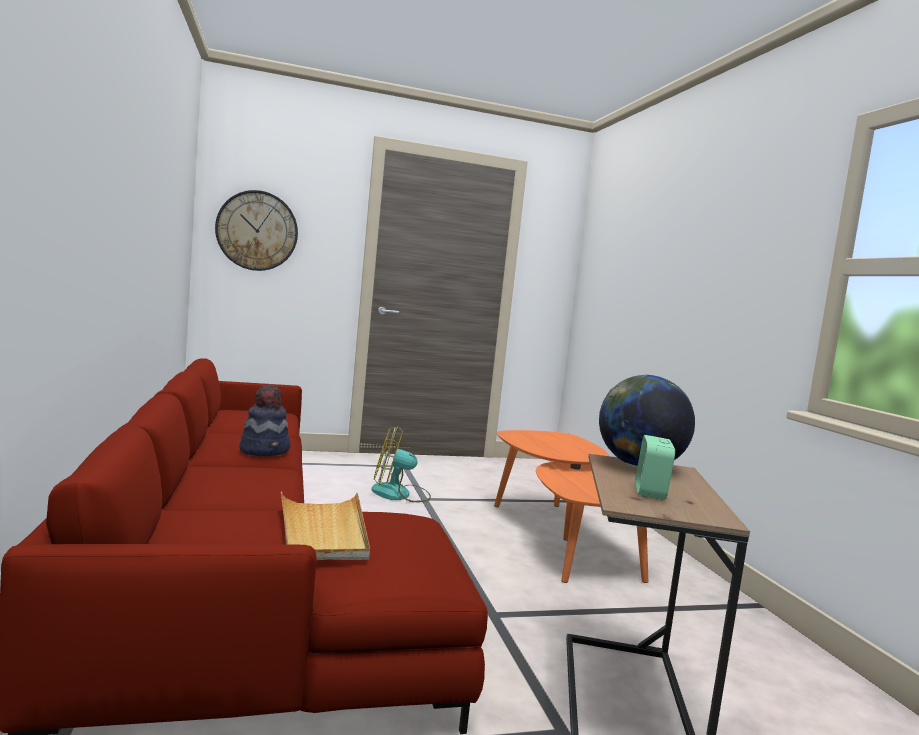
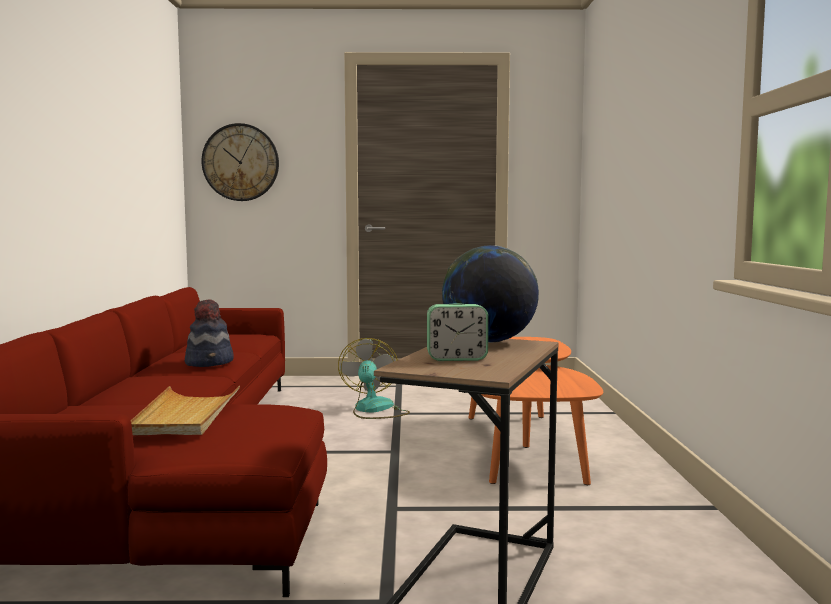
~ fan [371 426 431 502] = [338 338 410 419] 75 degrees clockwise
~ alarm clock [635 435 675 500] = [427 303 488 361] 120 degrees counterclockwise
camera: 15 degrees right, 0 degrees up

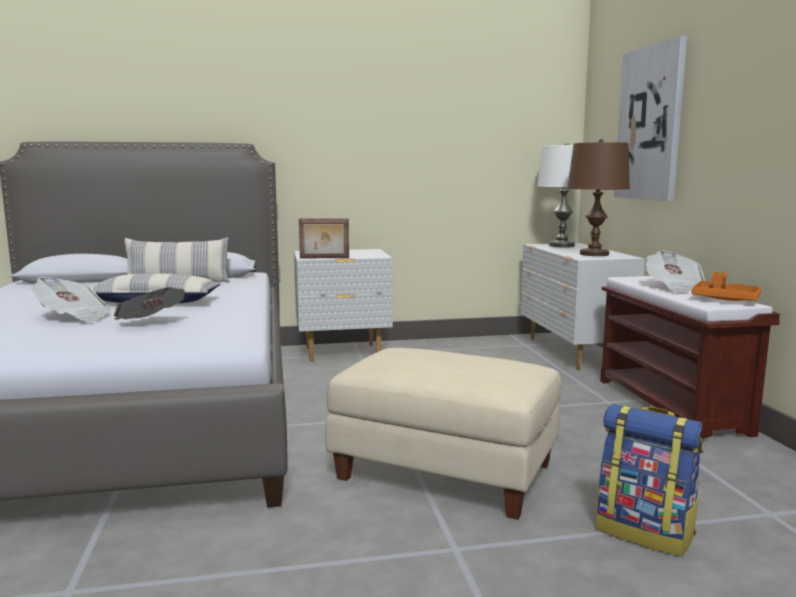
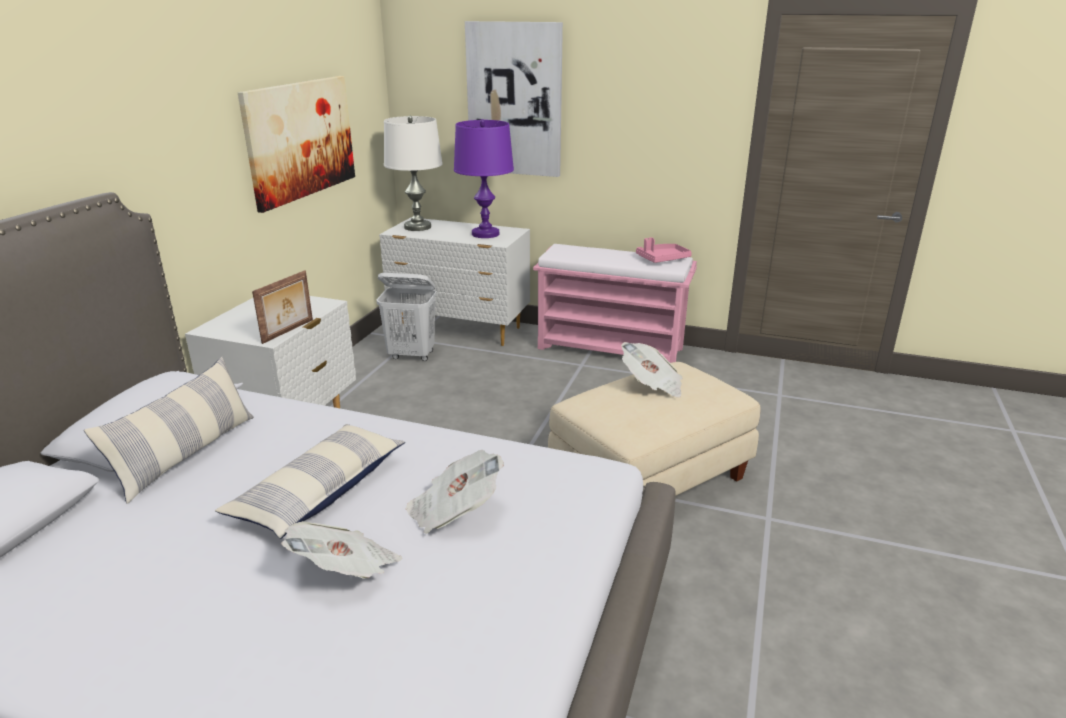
+ picture [238 76 355 213]
+ white laundry basket [376 273 436 361]
~ brown table lamp [567 139 630 256] to purple table lamp [454 119 514 238]
~ brown bench [600 276 780 439] to pink bench [533 244 697 363]
~ newspaper [646 251 705 294] to [621 342 683 398]
~ orange tray [692 272 761 301] to pink tray [636 237 692 263]
- backpack [596 404 703 557]
camera: 60 degrees left, 15 degrees up

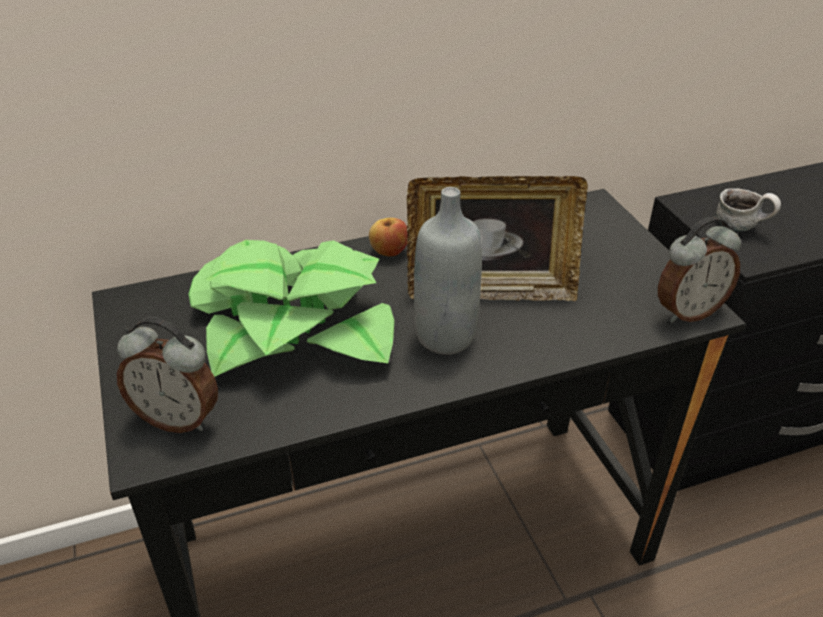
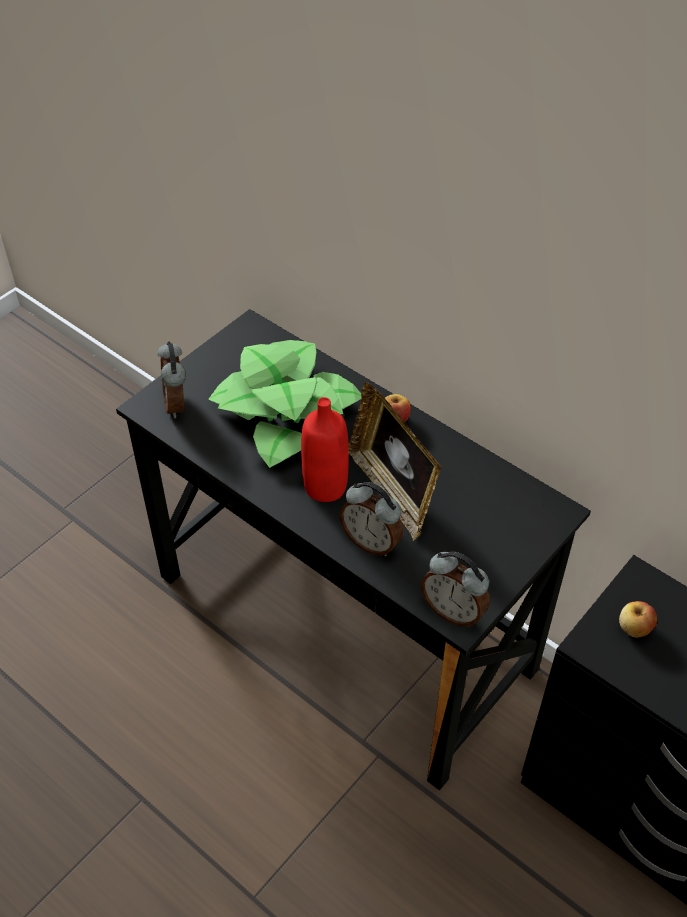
~ grey bottle [414 187 482 355] to red bottle [301 397 349 502]
+ alarm clock [339 482 403 556]
~ mug [716 188 781 231] to apple [619 601 657 638]
camera: 60 degrees right, 10 degrees up

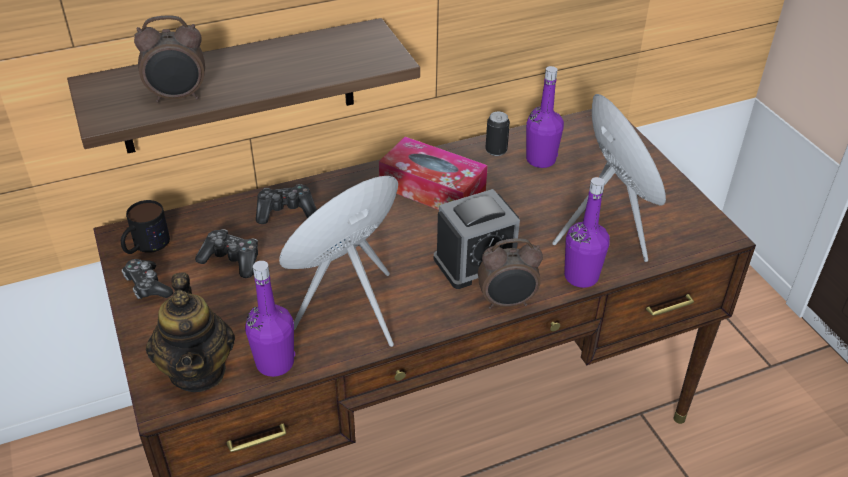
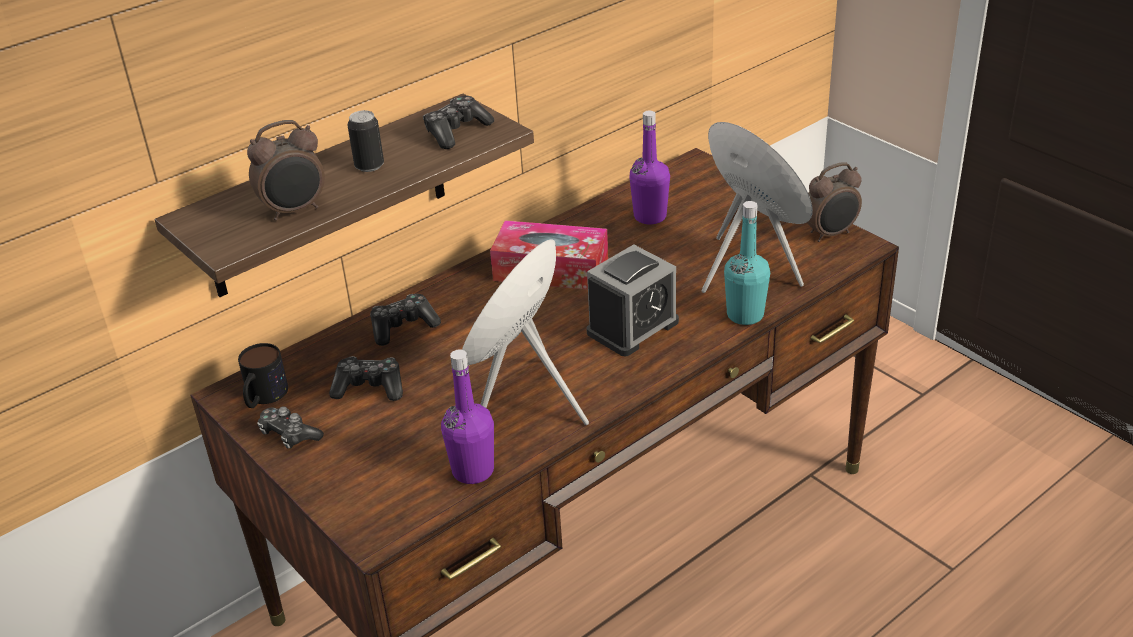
~ can [485 112 510 156] to [348 110 384 172]
+ game controller [423 96 494 149]
~ purple bottle [564 177 610 288] to turquoise bottle [724 201 770 325]
~ alarm clock [478 238 543 309] to [807 162 862 242]
- teapot [146 272 235 392]
camera: 15 degrees left, 5 degrees down

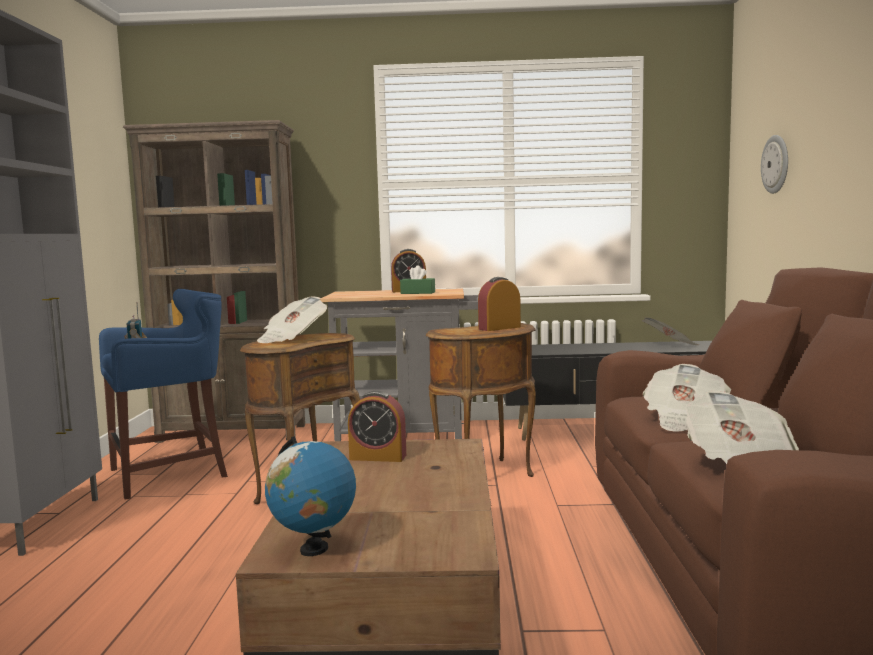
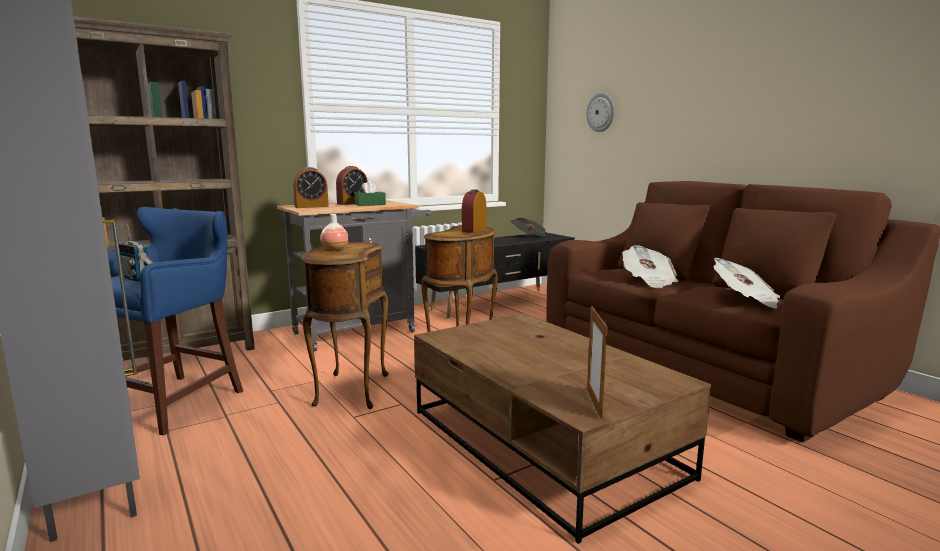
~ alarm clock [348 391 406 462] to [293 167 329 208]
~ newspaper [257 296 327 343] to vase [320 214 349 251]
~ globe [265 436 356 556] to picture frame [587 306 607 420]
camera: 35 degrees left, 5 degrees up

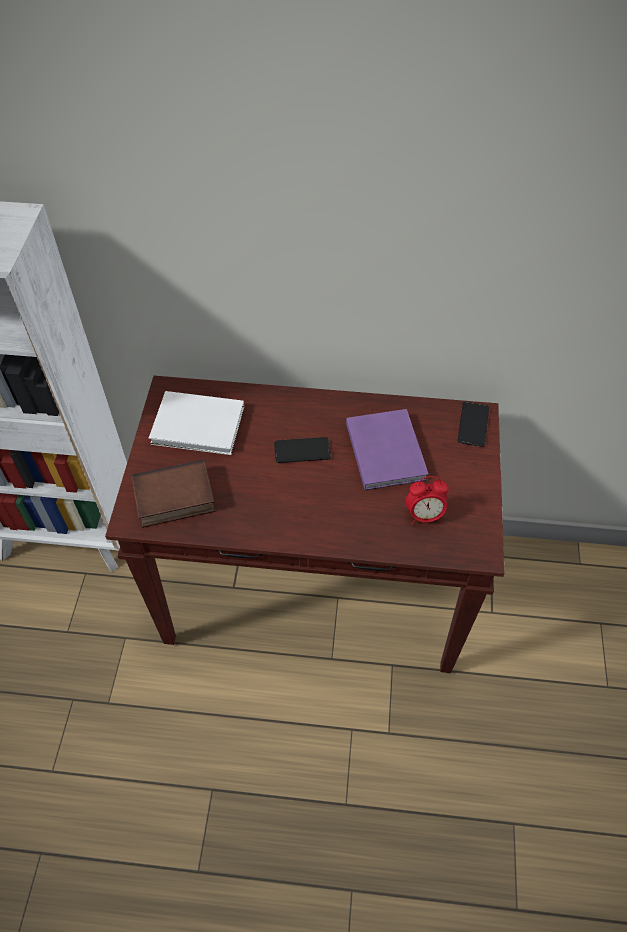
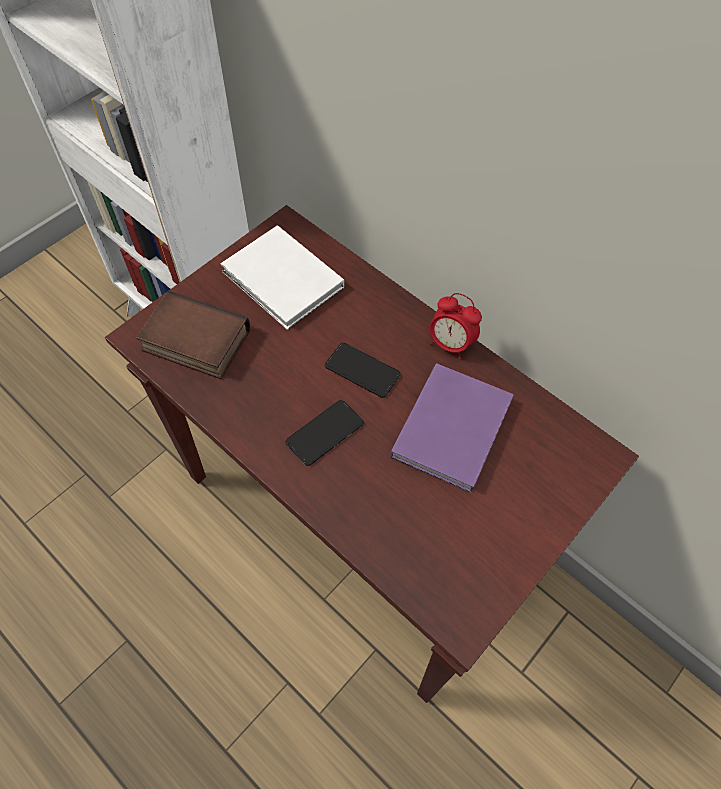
~ phone [458 402 489 447] to [286 400 363 466]
~ alarm clock [406 476 449 525] to [430 293 482 359]
camera: 35 degrees right, 5 degrees up

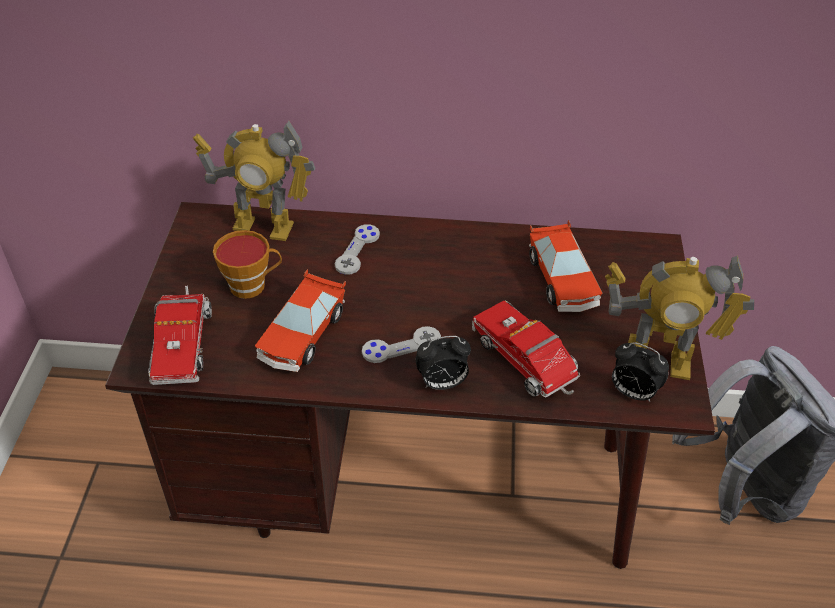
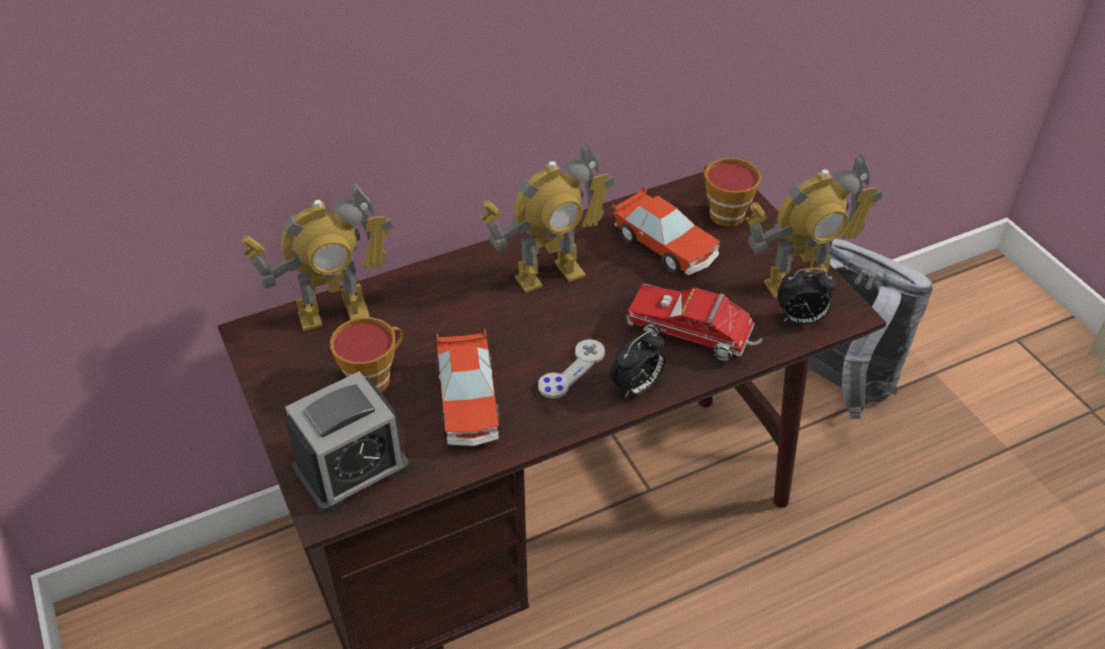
~ toy truck [148 286 212 385] to alarm clock [284 371 409 513]
+ toy robot [480 142 615 293]
+ cup [703 158 761 227]
- grey game controller [335 224 380 275]
camera: 30 degrees left, 0 degrees up

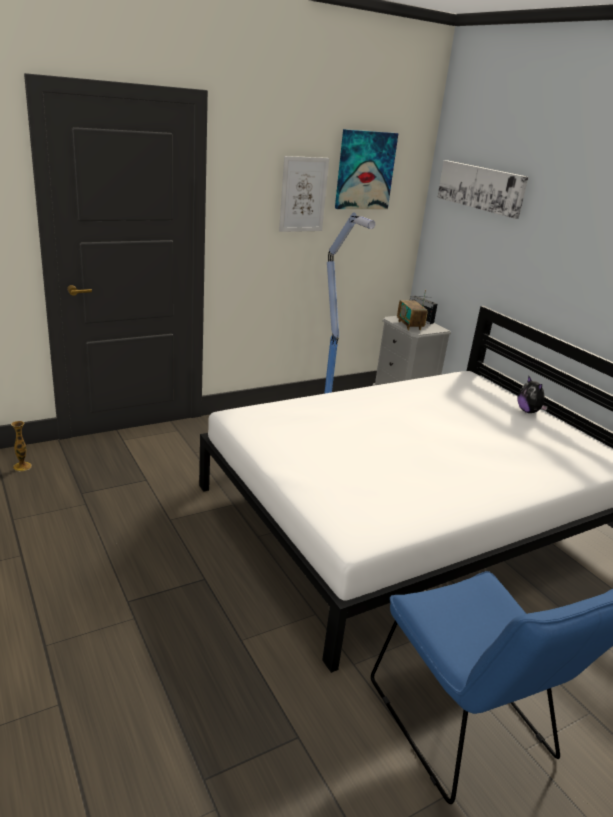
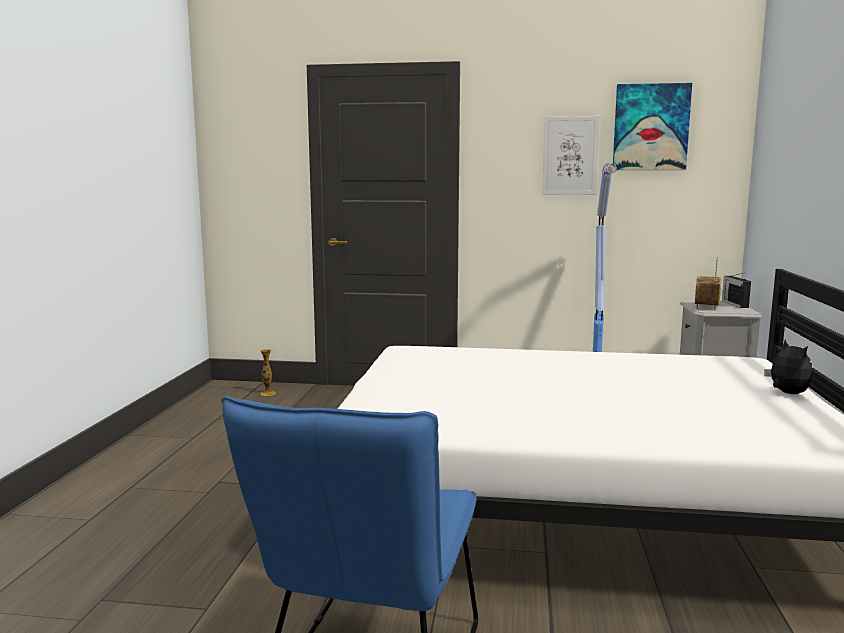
~ plush toy [517 375 548 413] = [764 340 813 394] 150 degrees clockwise
- picture [437 160 528 219]
camera: 40 degrees right, 15 degrees down

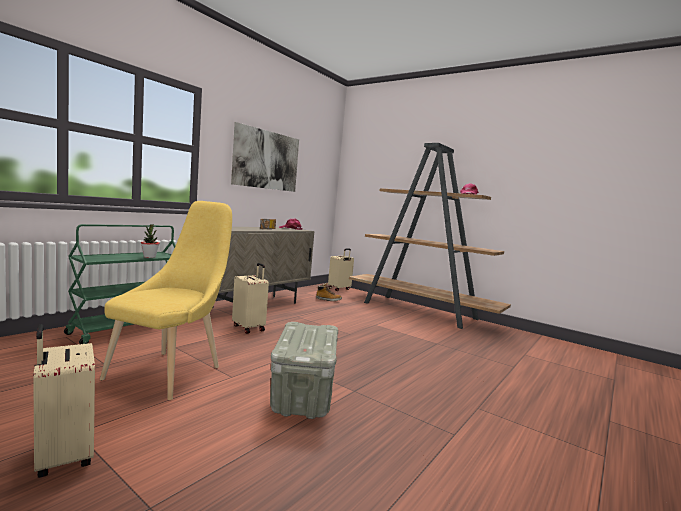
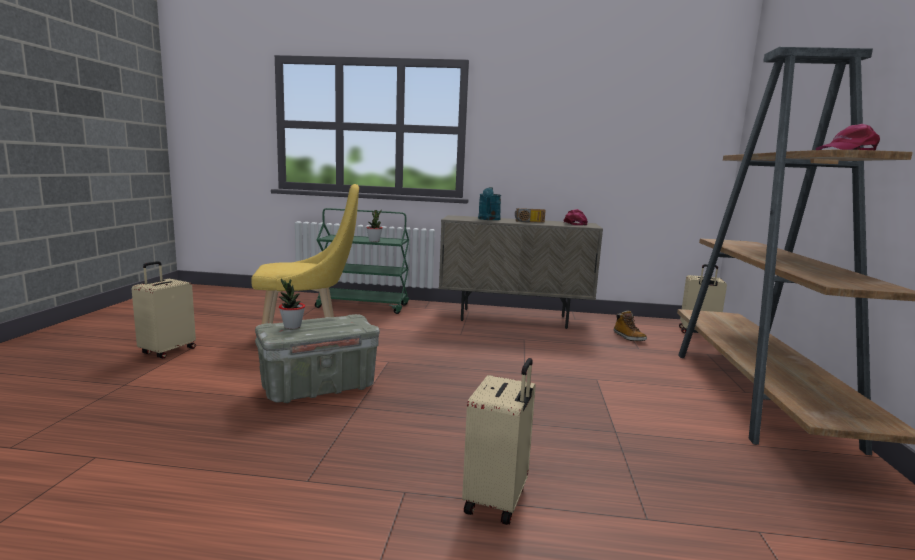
+ potted plant [279 278 305 329]
~ beige suitcase [232 263 269 334] to [462 358 536 525]
+ turquoise watering can [478 187 501 220]
- picture [231 122 299 192]
camera: 60 degrees right, 5 degrees up

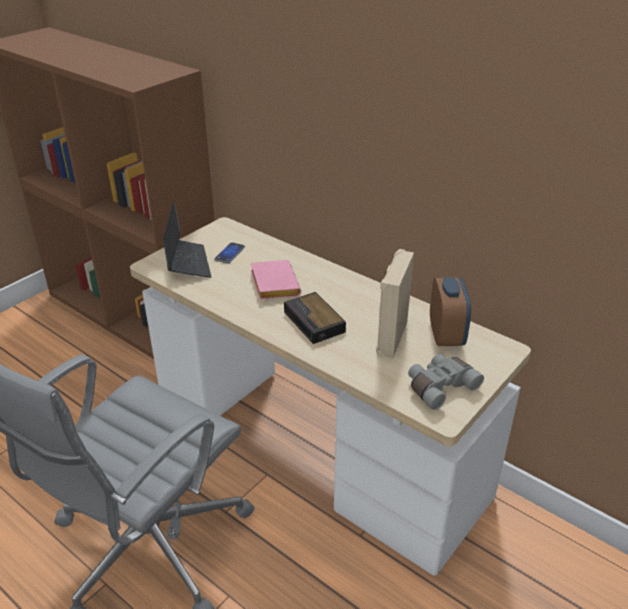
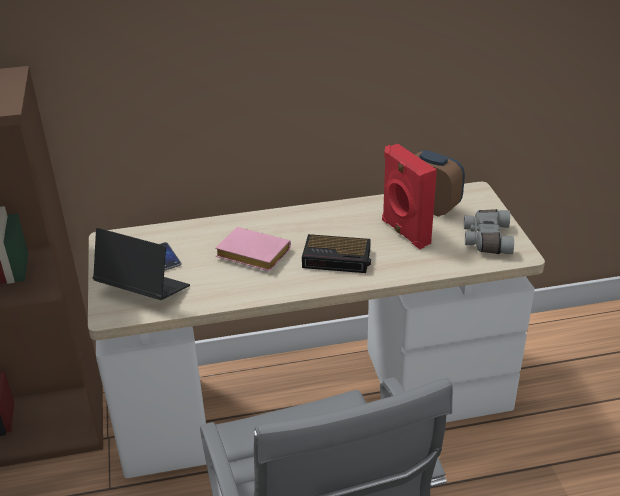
~ beige speaker [376 249 414 359] to red speaker [382 144 437 249]
camera: 50 degrees left, 0 degrees up

